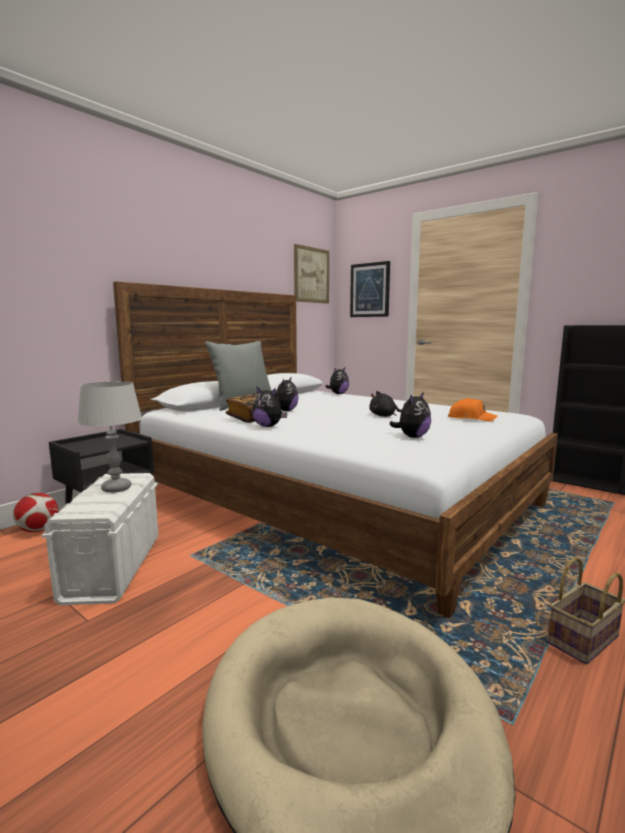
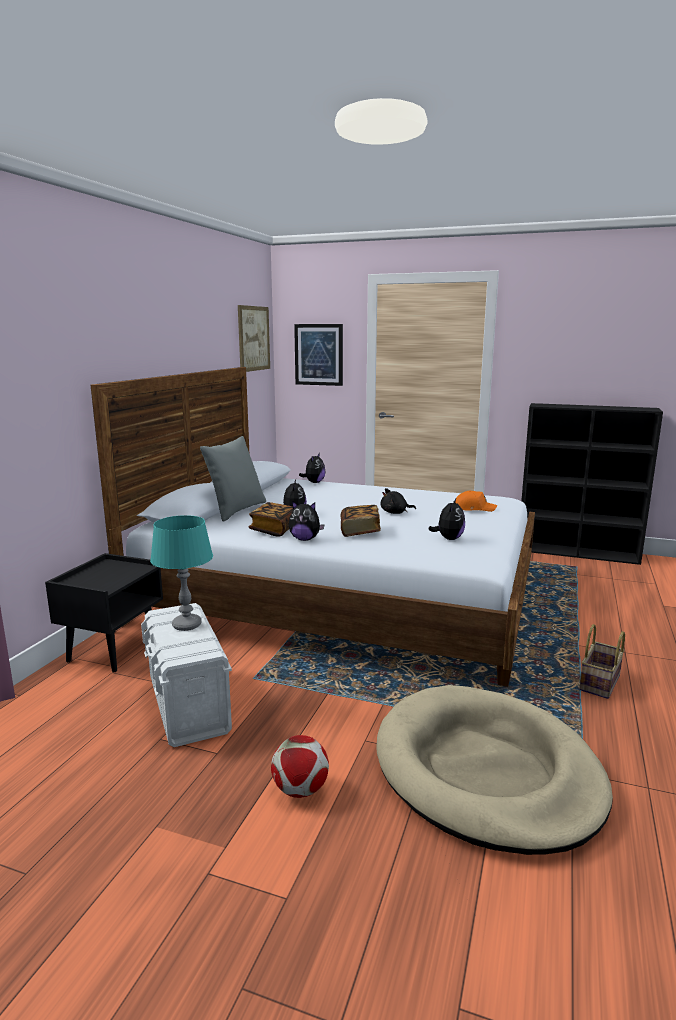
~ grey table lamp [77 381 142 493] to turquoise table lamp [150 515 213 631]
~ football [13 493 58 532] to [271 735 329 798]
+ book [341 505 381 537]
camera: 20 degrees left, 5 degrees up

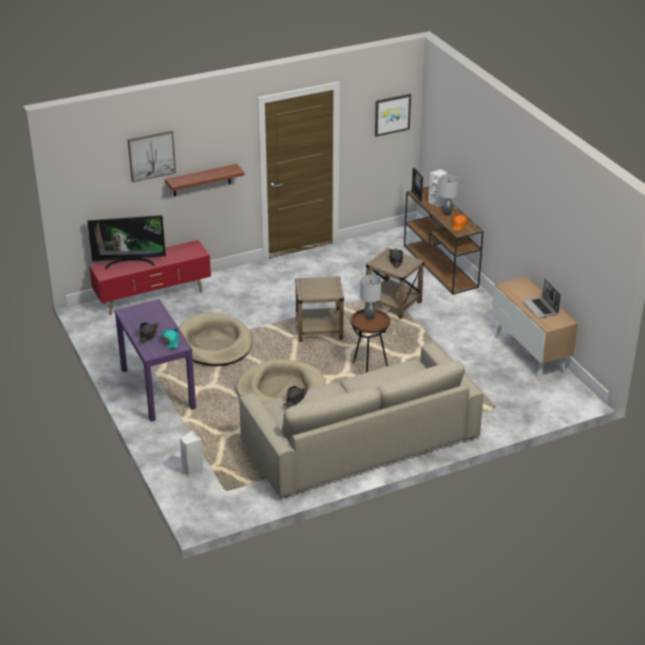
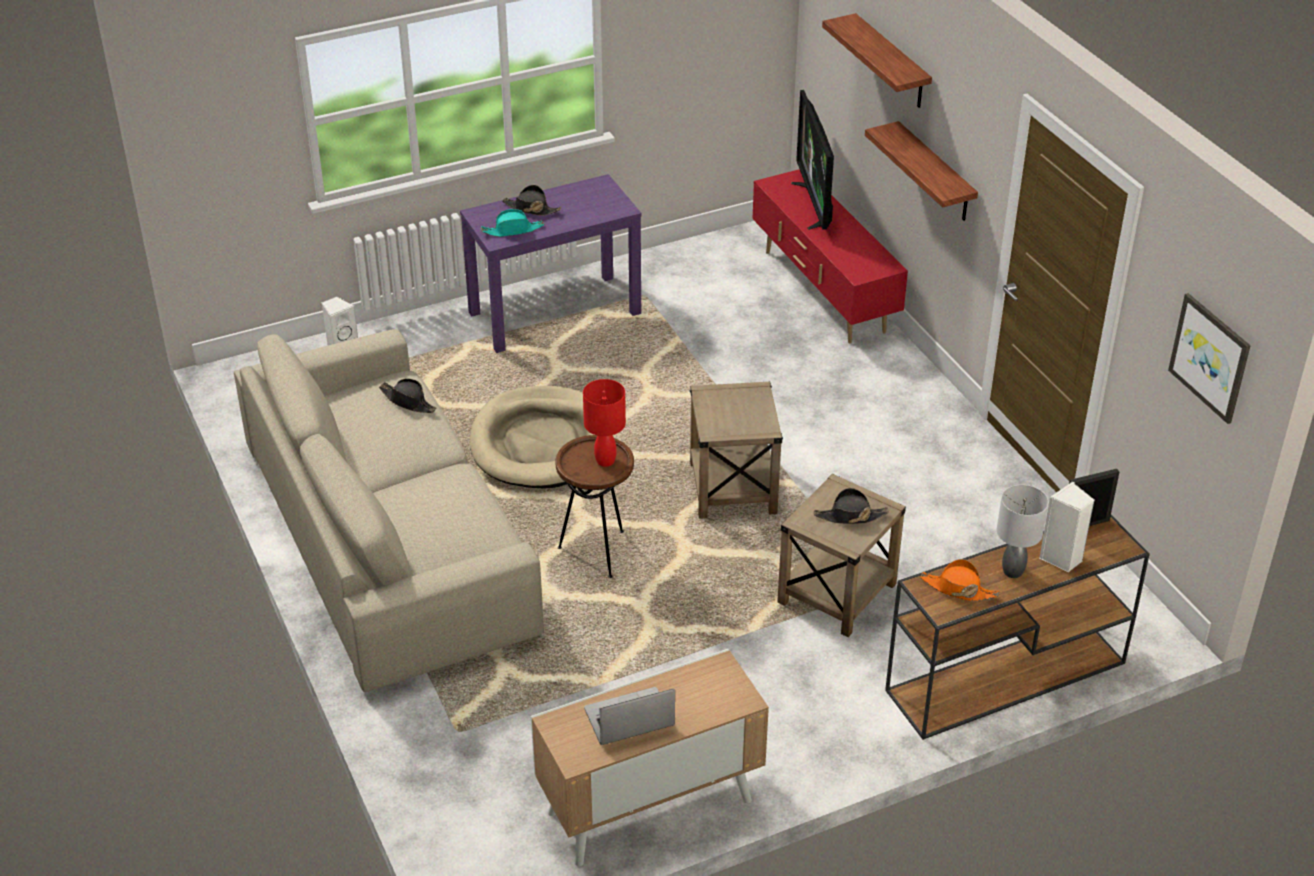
~ grey table lamp [360 275 381 320] to red table lamp [583 379 626 467]
~ picture [128 131 176 182] to shelf [822 13 932 108]
- beige dog bed [178 312 252 366]
camera: 90 degrees right, 5 degrees up

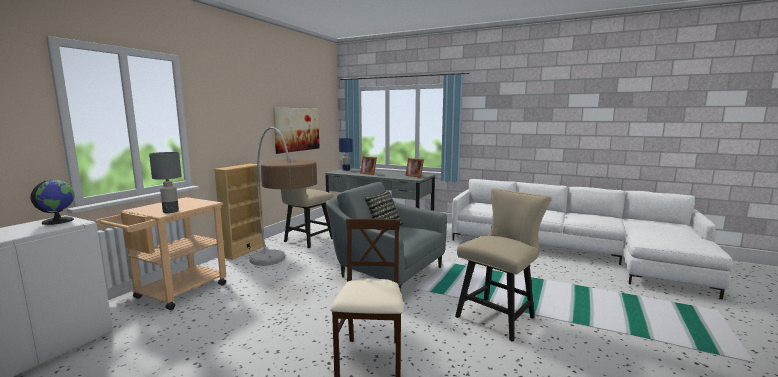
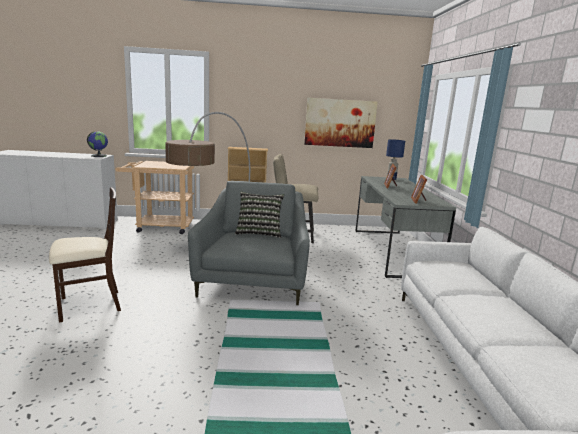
- grey table lamp [149 152 182 213]
- beige chair [455 188 552 342]
camera: 60 degrees right, 5 degrees up

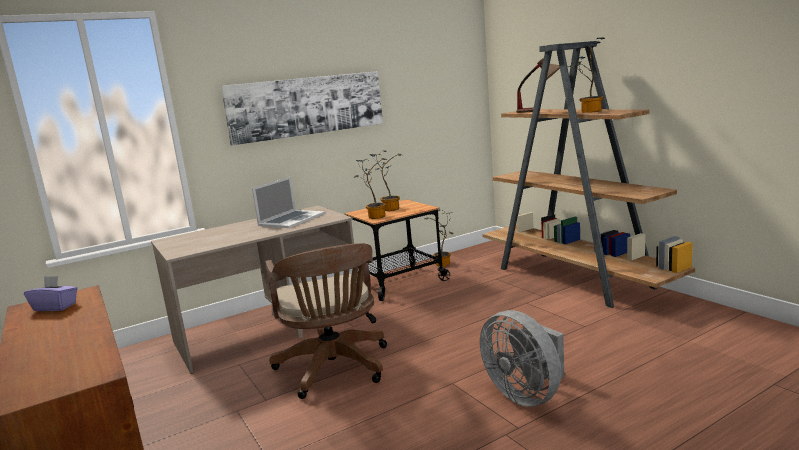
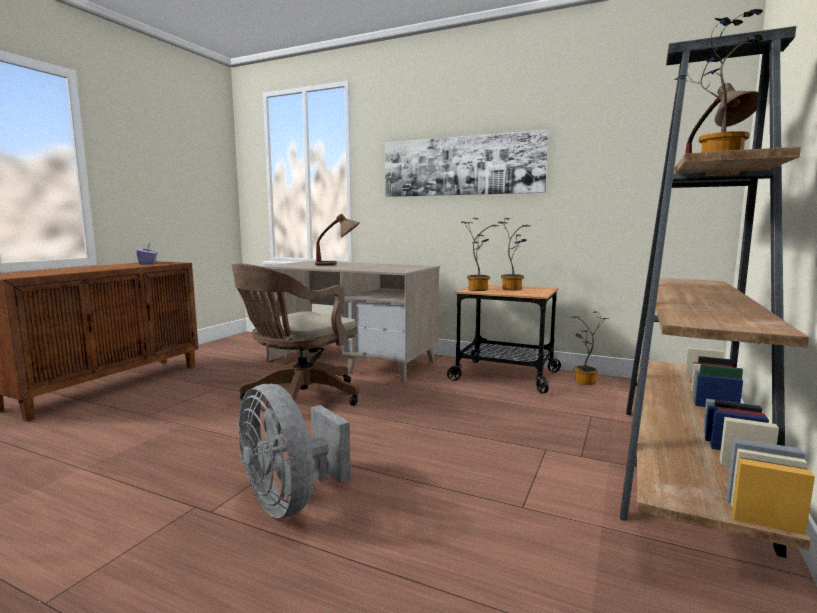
~ grey fan [480 310 564 407] = [238 384 351 518] 60 degrees counterclockwise
+ table lamp [315 214 360 265]
- laptop [252 177 325 228]
camera: 55 degrees right, 5 degrees down

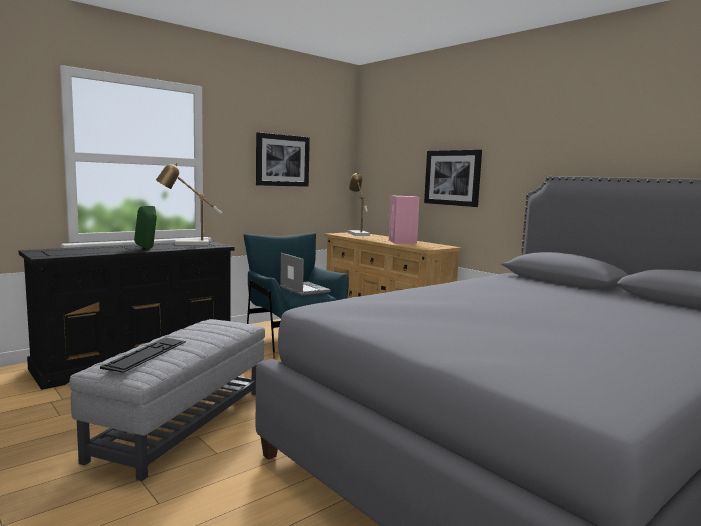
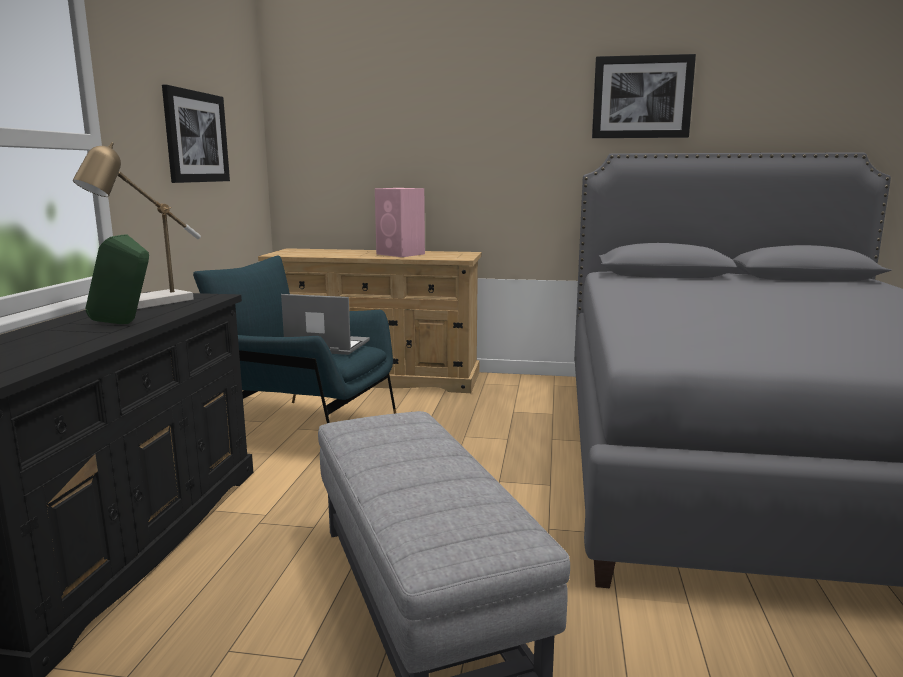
~ picture [424 150 482 207] to [592 54 696 138]
- keyboard [100 337 186 373]
- table lamp [348 172 370 236]
camera: 40 degrees left, 5 degrees up

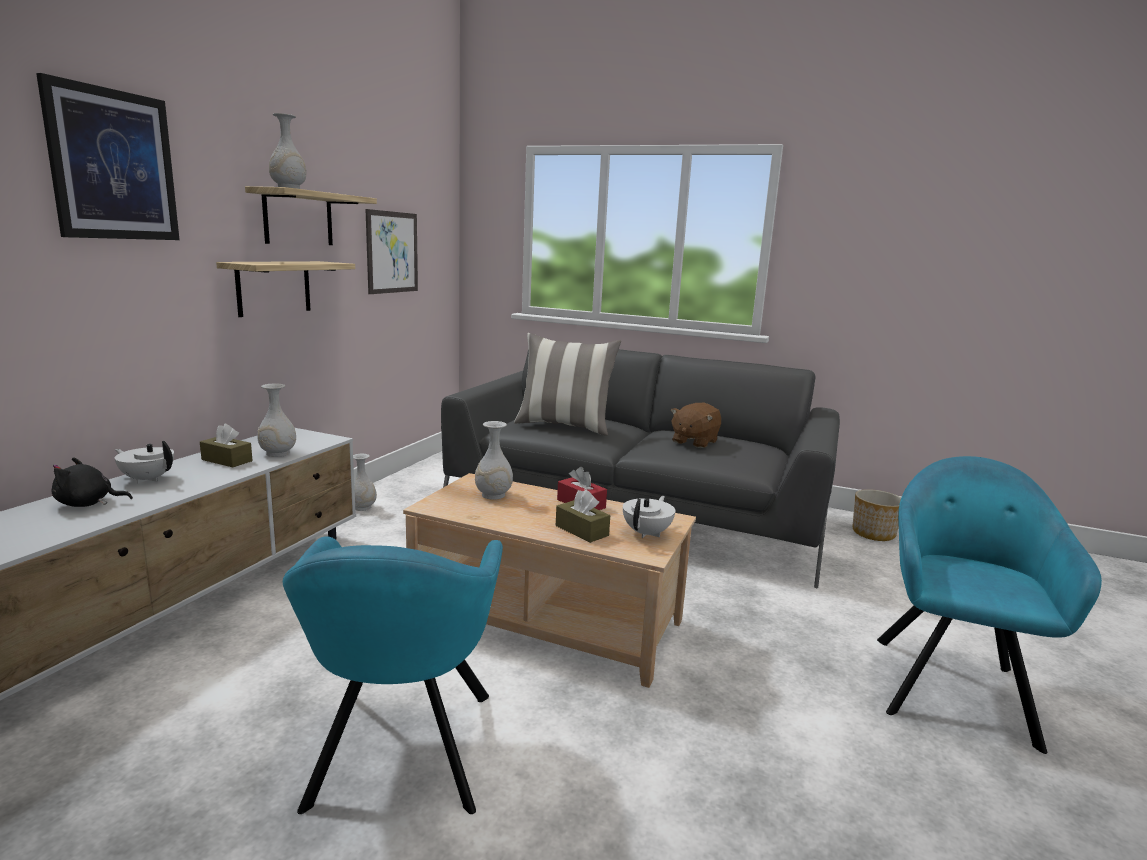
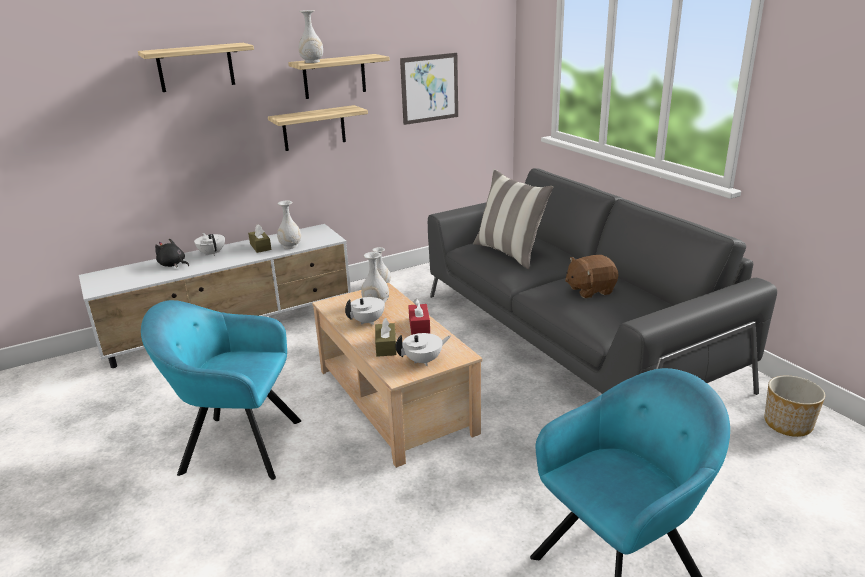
~ picture [36 73 180 240] to shelf [138 43 254 92]
~ turquoise armchair [283 536 503 814] = [141 300 301 480] 60 degrees clockwise
+ white teapot [345 296 389 325]
camera: 40 degrees right, 10 degrees up

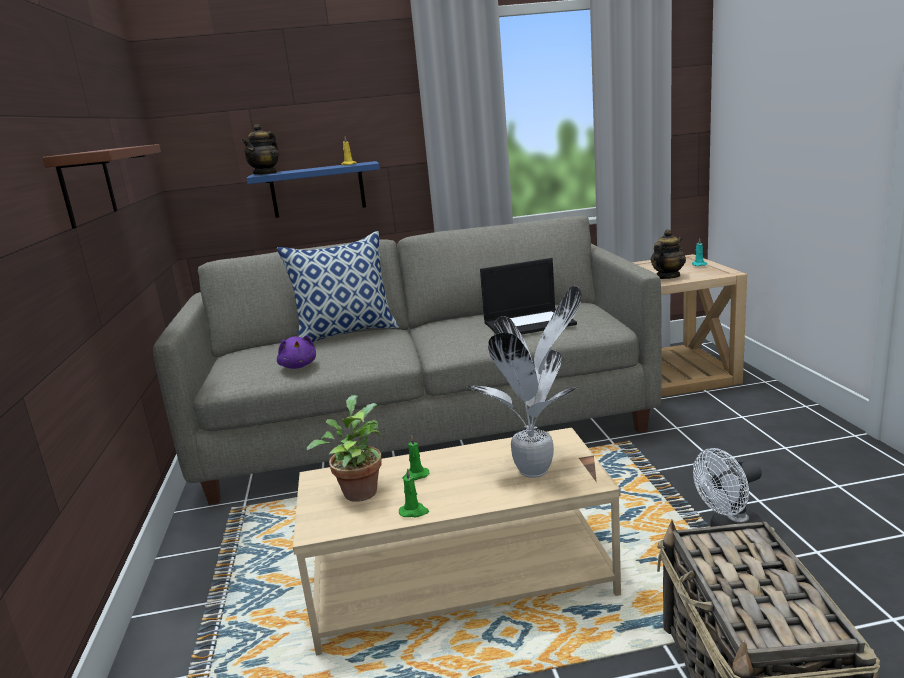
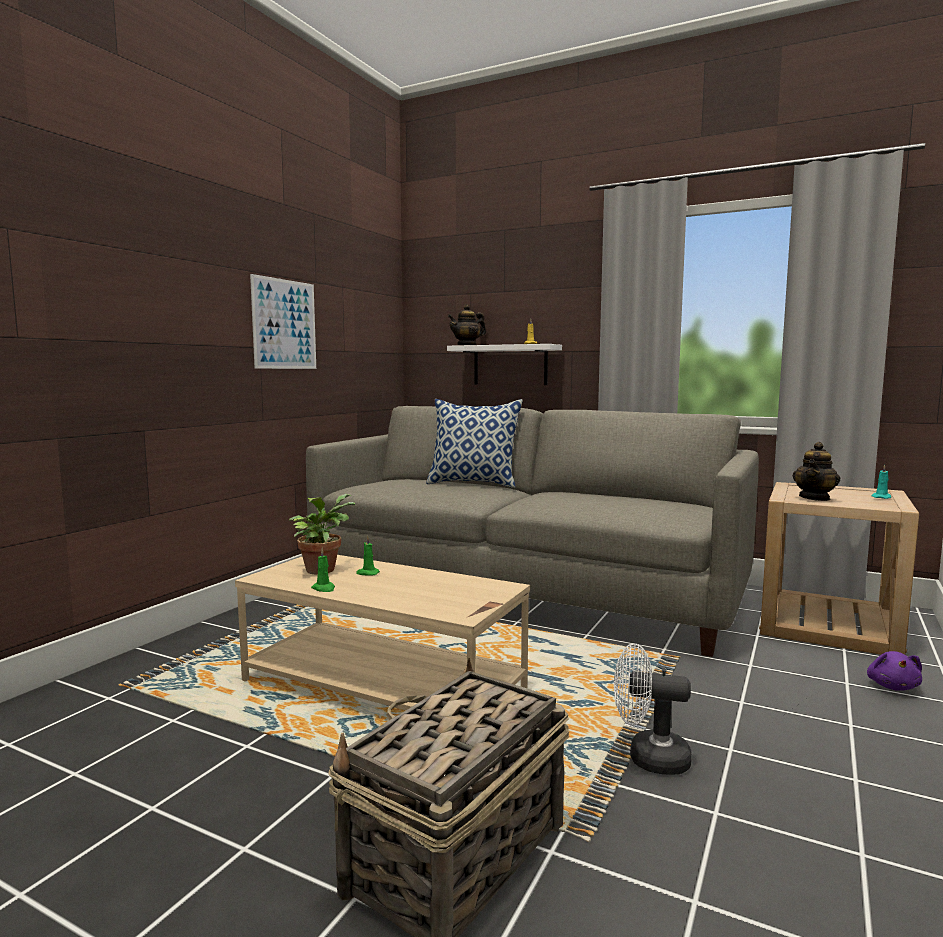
~ brown shelf [42 144 161 229] to picture [250 274 316 369]
~ blue shelf [246 161 380 218] to white shelf [447 344 562 385]
~ teapot [651 229 686 279] = [793 442 840 501] 135 degrees clockwise
~ purple plush toy [277 335 316 369] to [867 651 922 691]
- potted plant [468 286 582 478]
- laptop [480 258 577 335]
camera: 35 degrees right, 10 degrees down

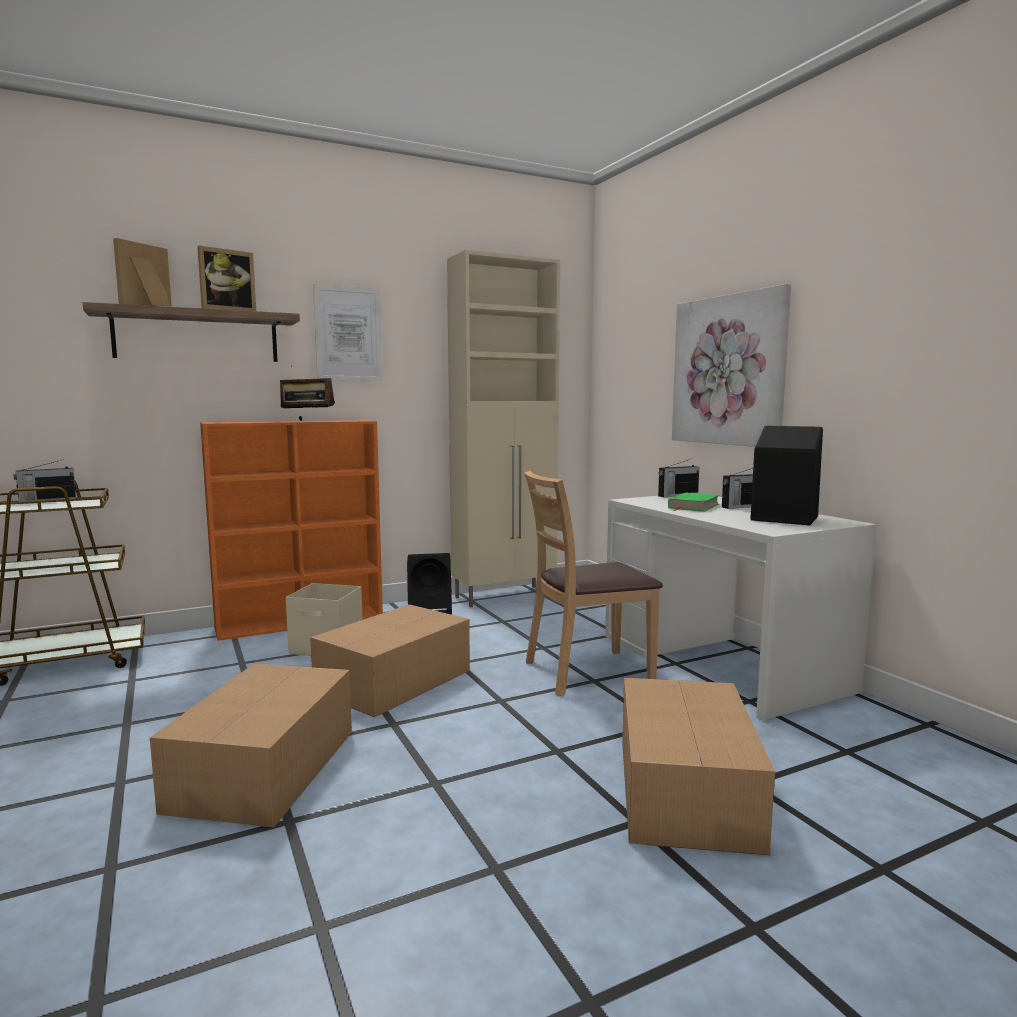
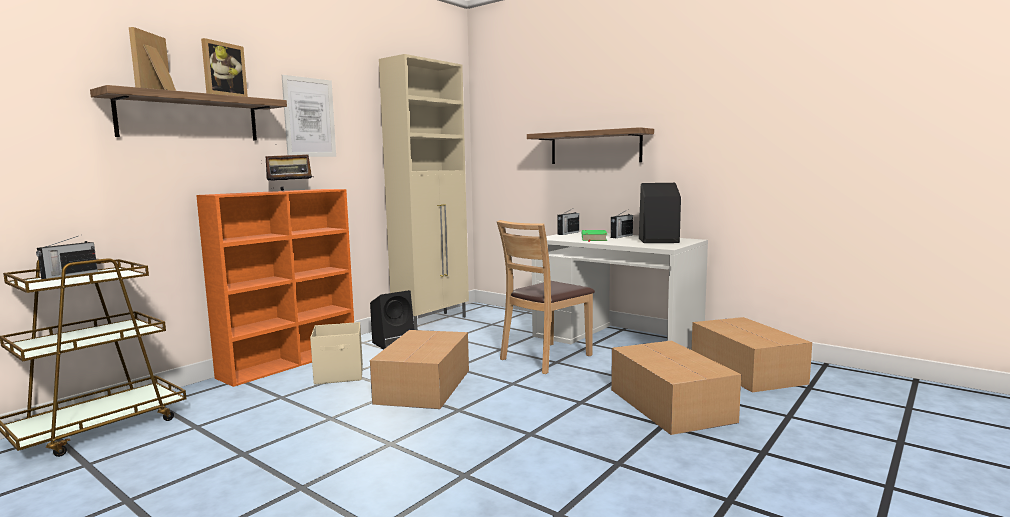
~ picture [672 284 791 447] to shelf [527 127 654 164]
~ cardboard box [150 663 352 827] to [692 317 812 393]
camera: 25 degrees left, 0 degrees up

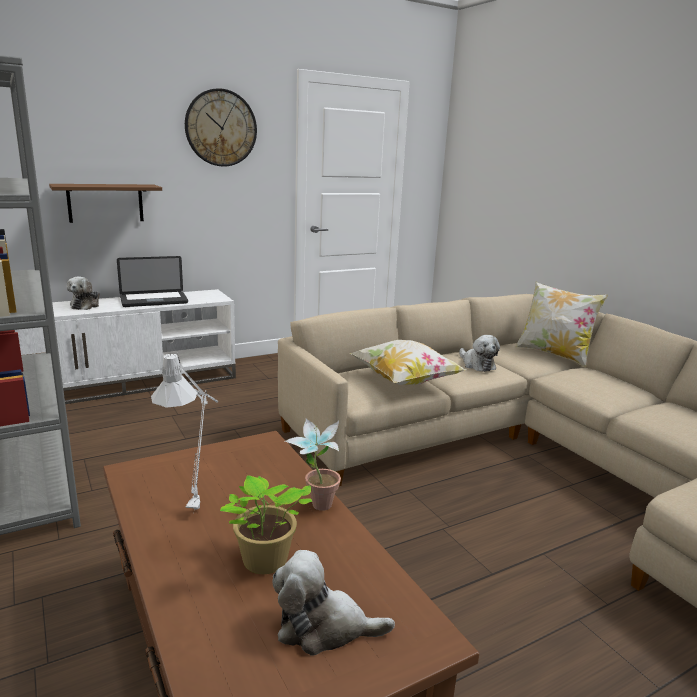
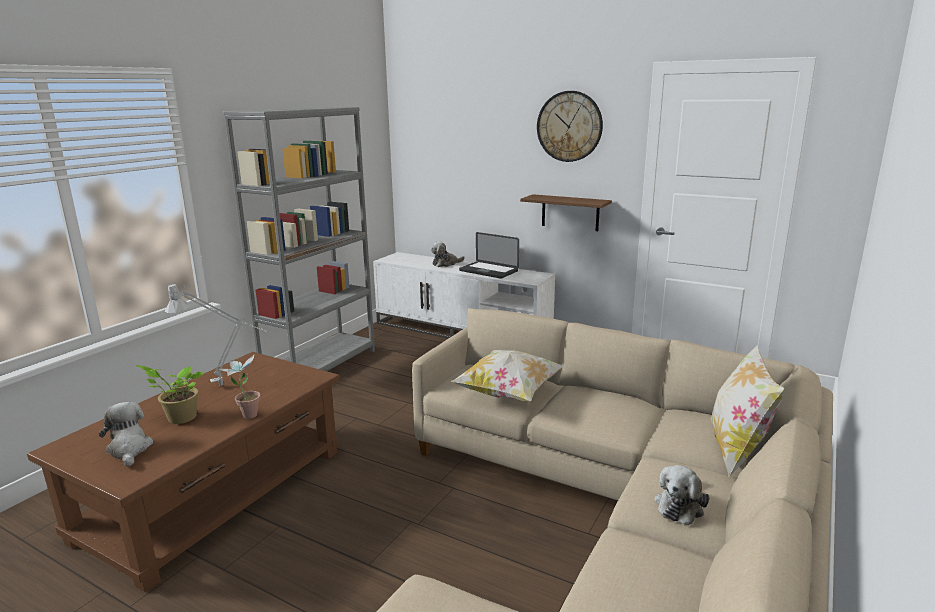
~ brown shelf [49 184 162 223] to [520 194 612 231]
~ plush toy [459 335 500 372] to [654 465 709 525]
camera: 60 degrees right, 0 degrees up

